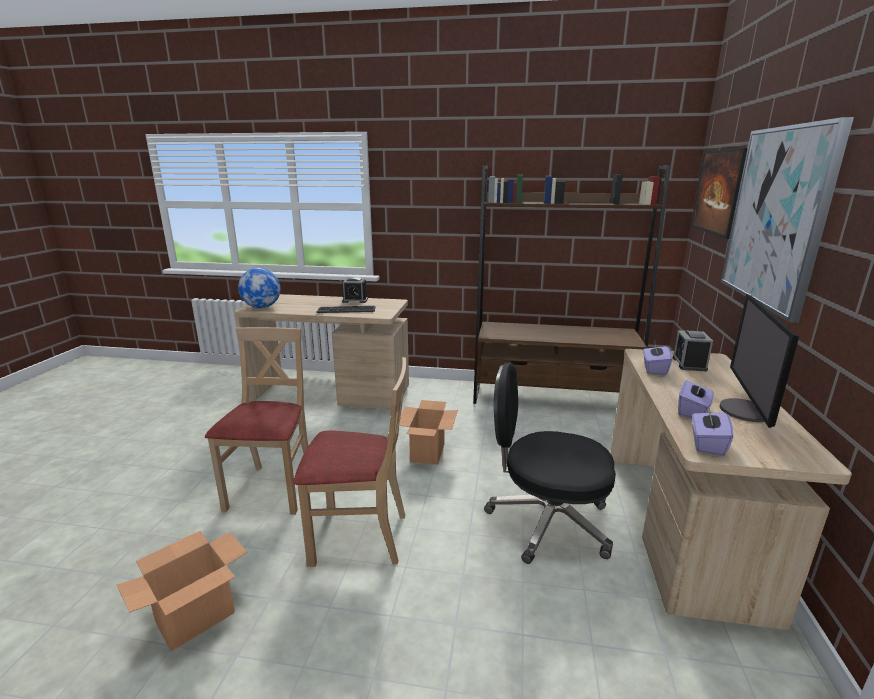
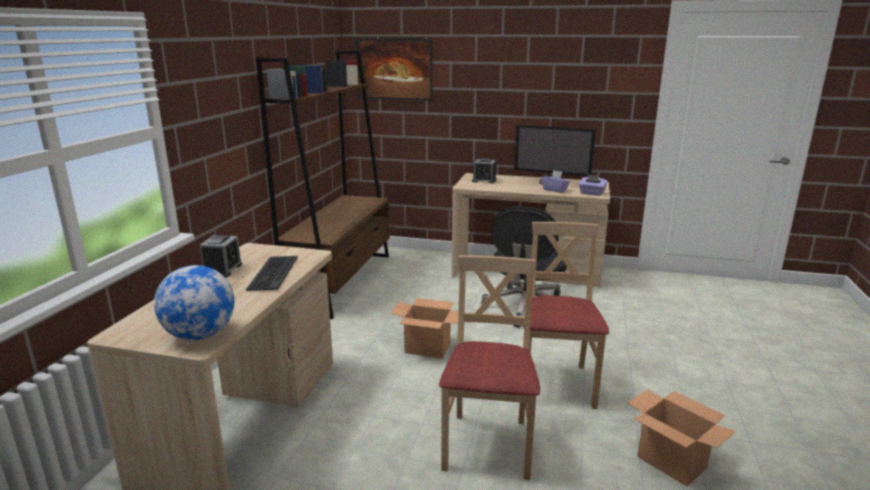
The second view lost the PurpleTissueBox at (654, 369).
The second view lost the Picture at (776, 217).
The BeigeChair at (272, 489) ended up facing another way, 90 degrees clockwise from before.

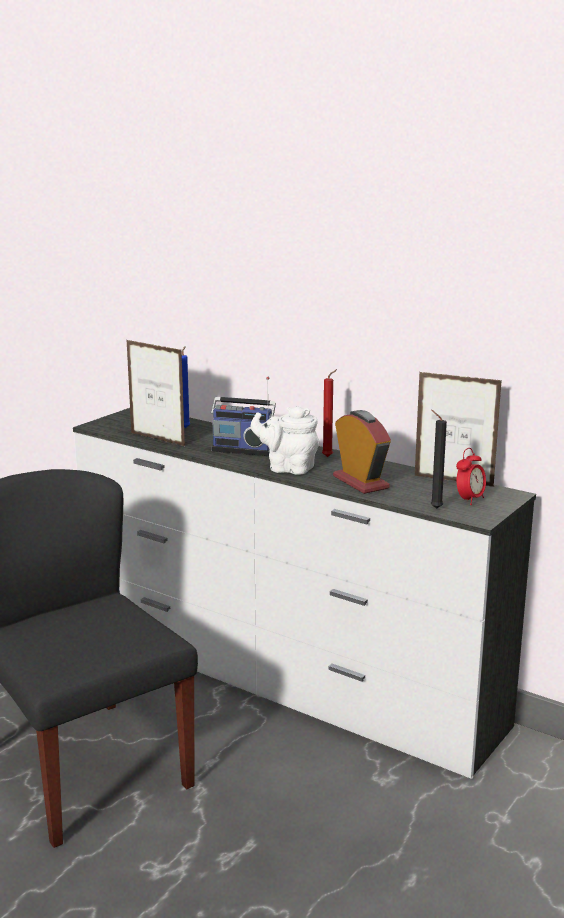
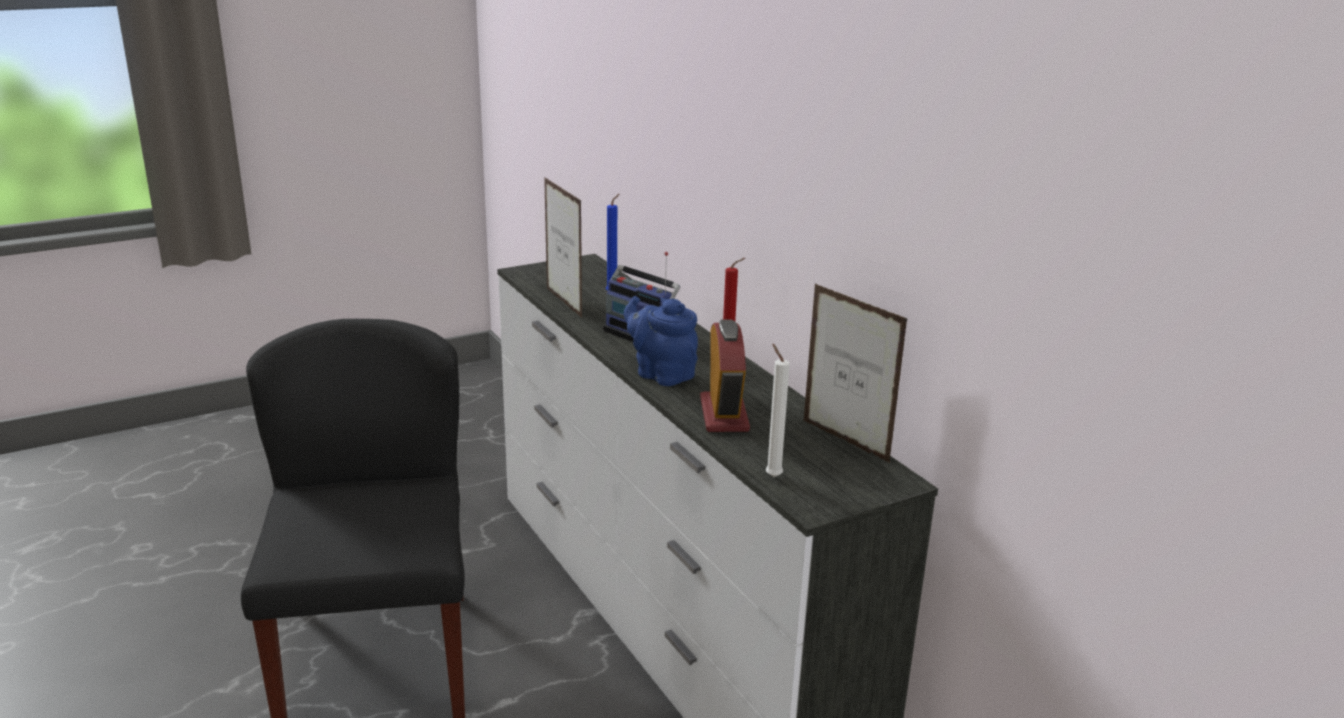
The second view lost the AlarmClock at (469, 500).
What was the WhiteTeapot at (288, 468) turned into the BlueTeapot at (661, 373).
What was the BlackCandle at (434, 508) turned into the WhiteCandle at (772, 475).

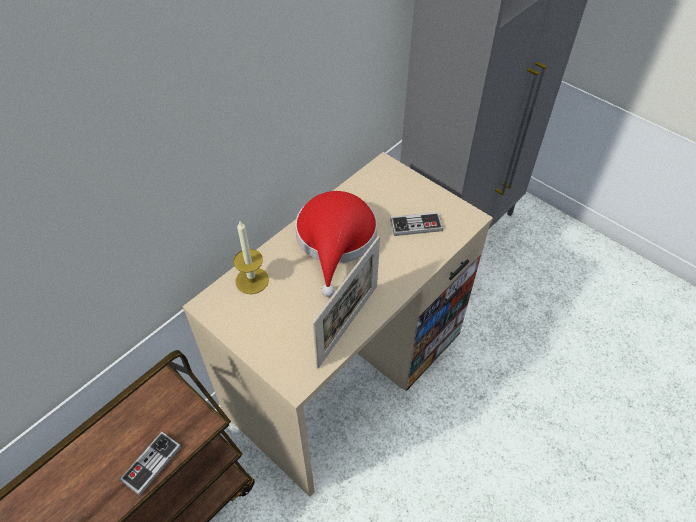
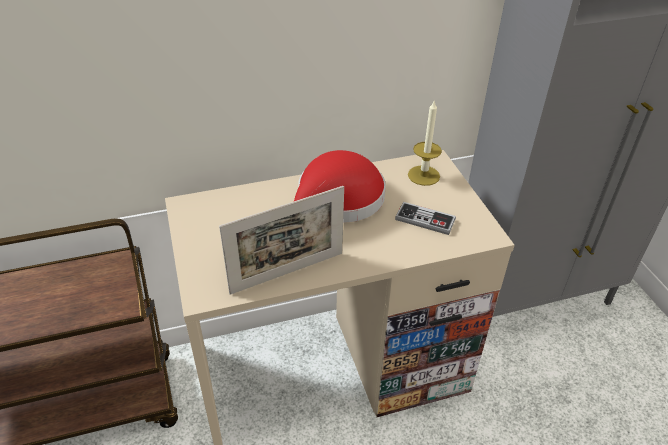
The second view lost the GameController at (151, 463).
The Candle ended up elsewhere, having gone from (252, 280) to (423, 175).

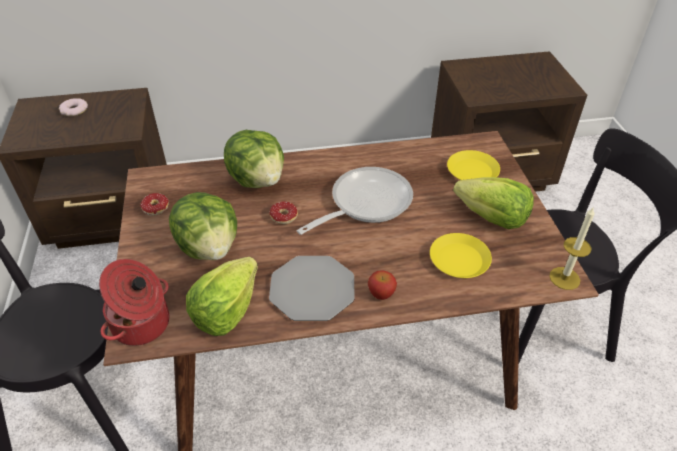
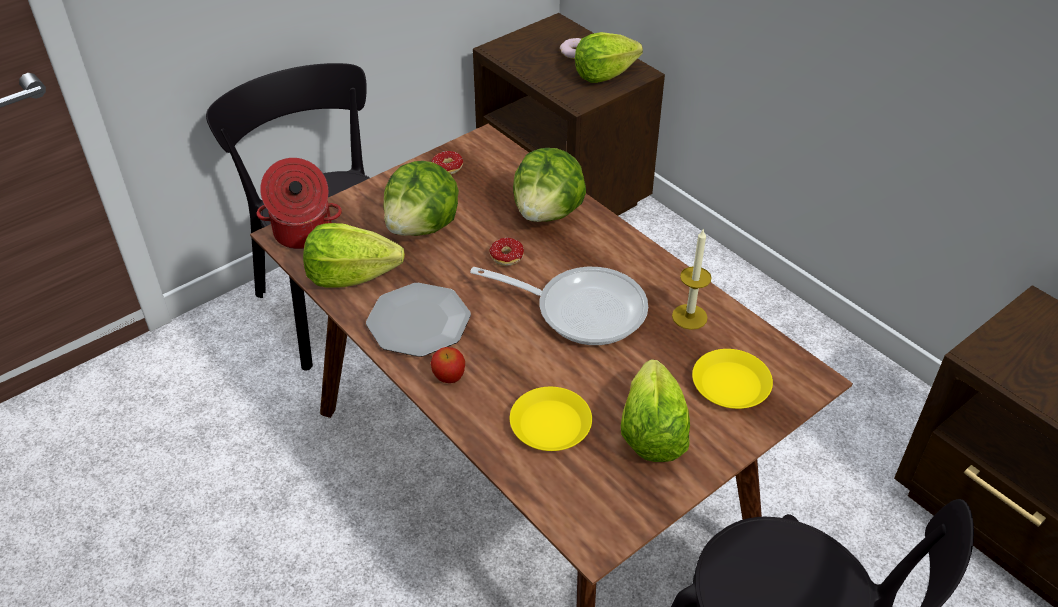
The second view gained the Lettuce at (604, 75).
The Candle ended up elsewhere, having gone from (564, 278) to (689, 317).

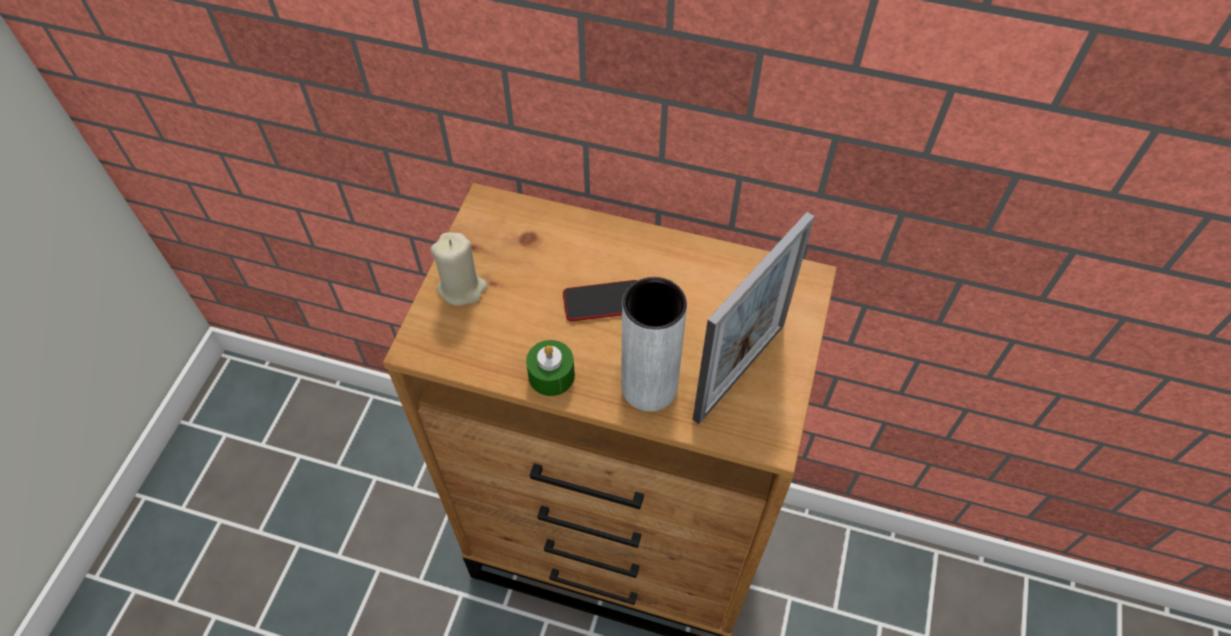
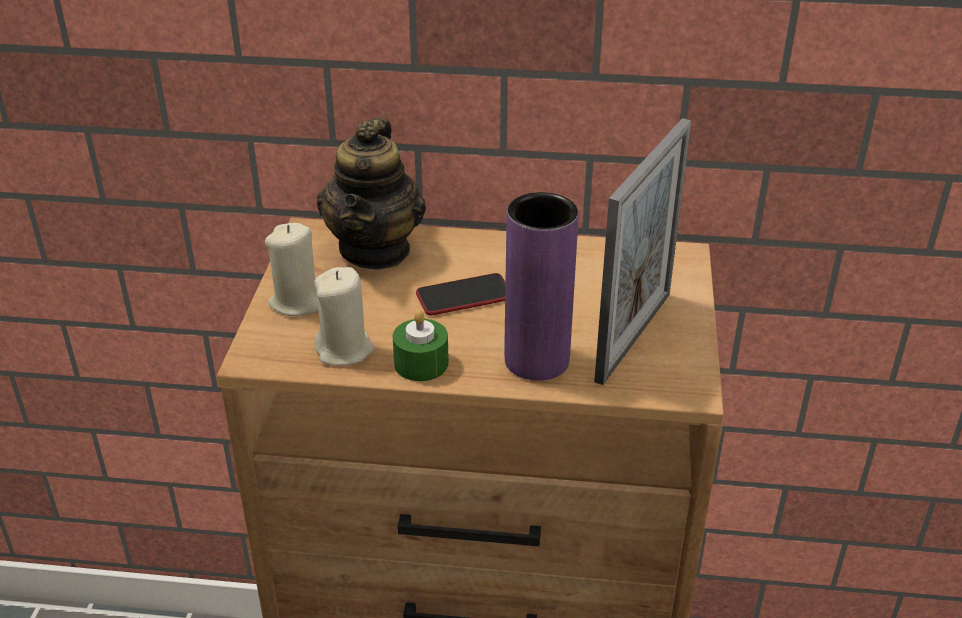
The second view gained the BeigeCandle at (345, 349).
The second view gained the Teapot at (375, 249).
What was the GreyVase at (649, 387) turned into the PurpleVase at (536, 360).

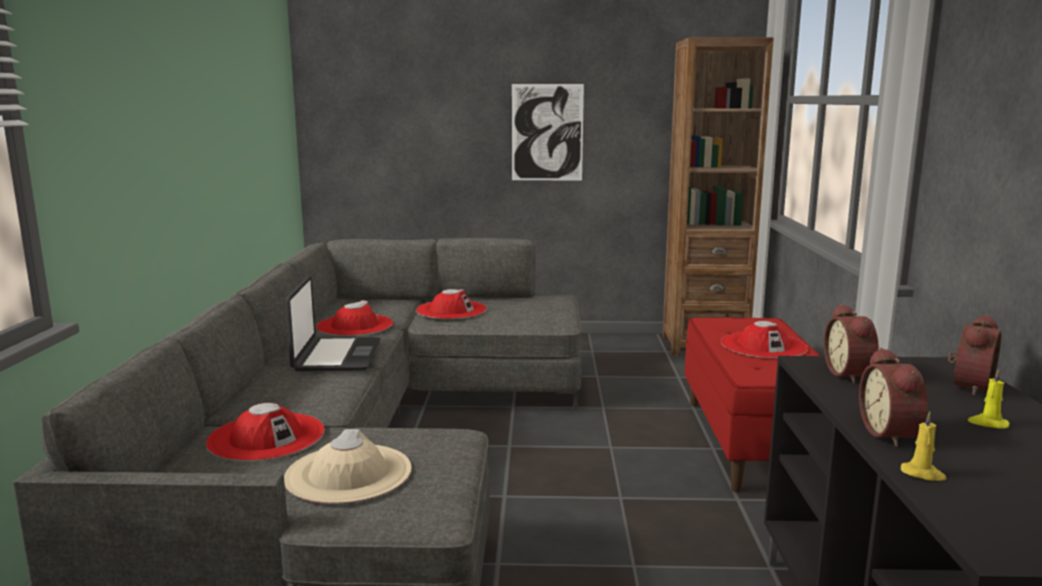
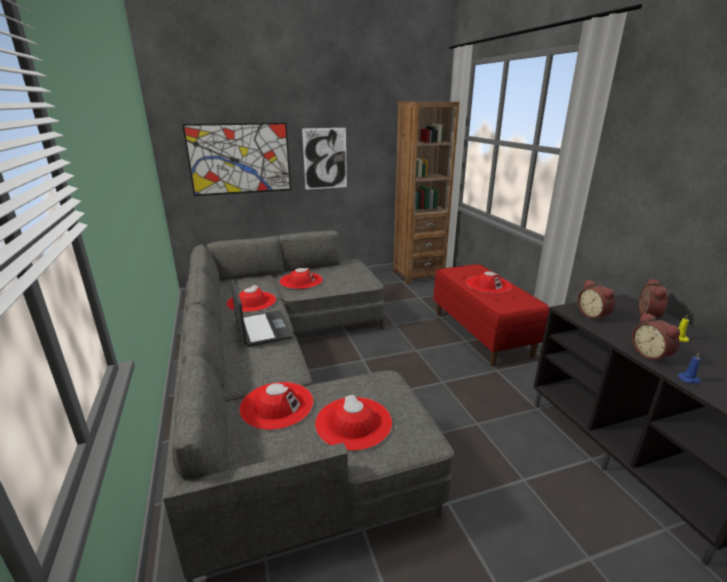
The second view gained the Picture at (240, 159).
What was the BeigeHat at (348, 474) turned into the RedHat at (353, 422).
What was the YellowCandle at (923, 474) turned into the BlueCandle at (689, 379).

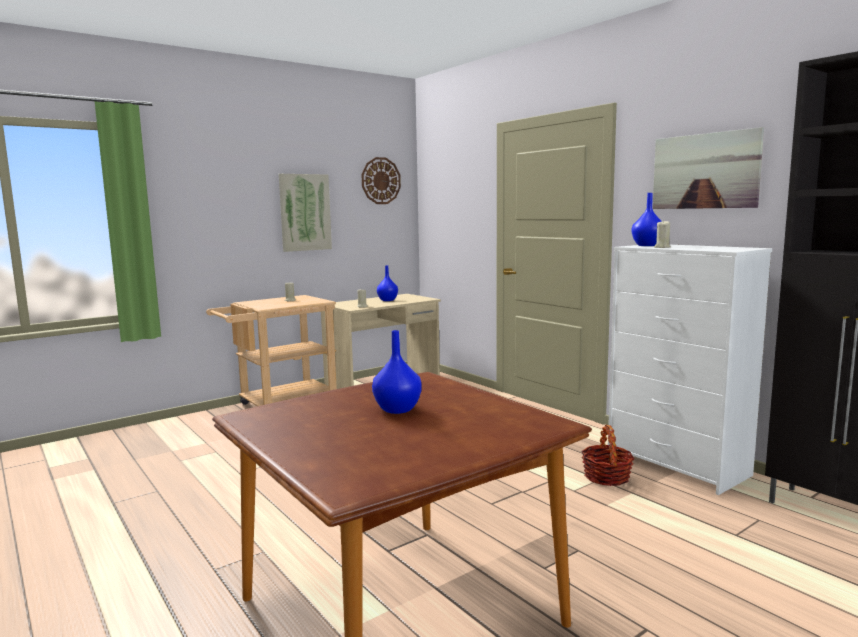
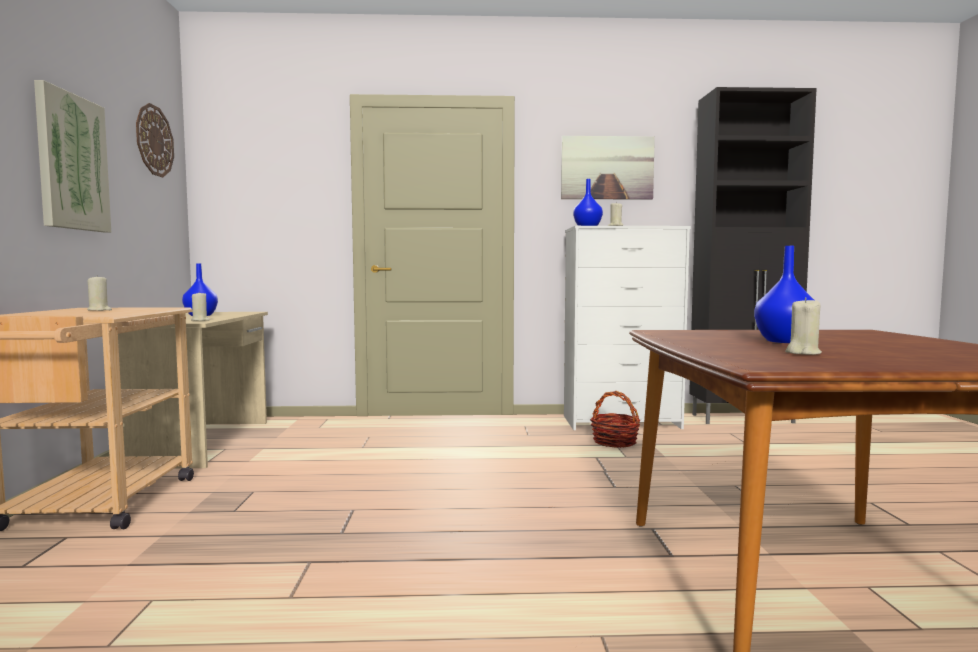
The second view gained the BeigeCandle at (803, 353).

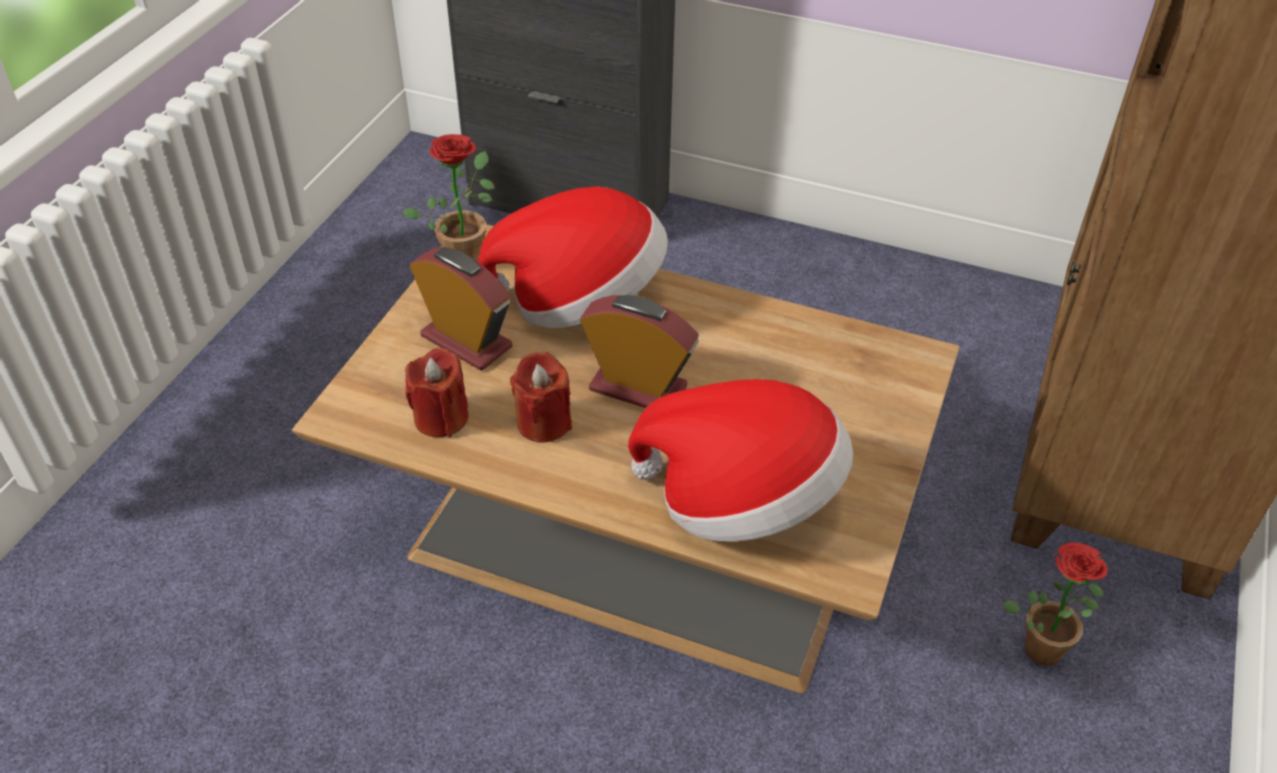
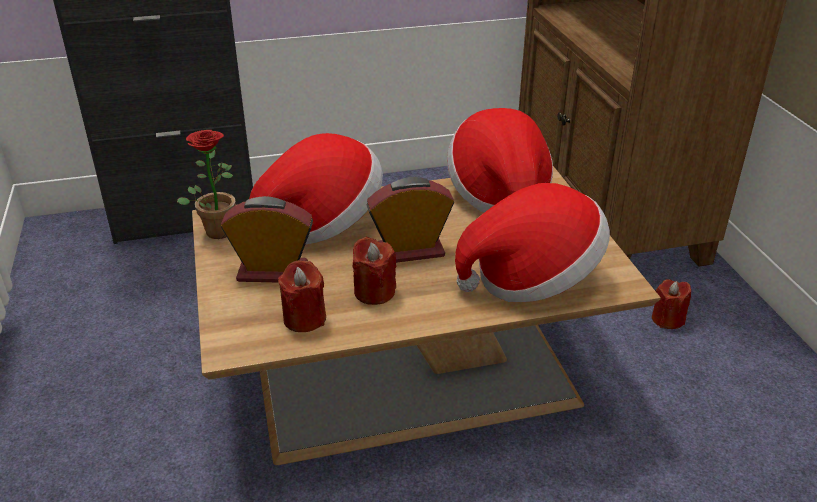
The second view gained the Hat at (499, 194).
Where the PottedPlant stood at (1044, 643), the RedCandle came to stand at (667, 319).

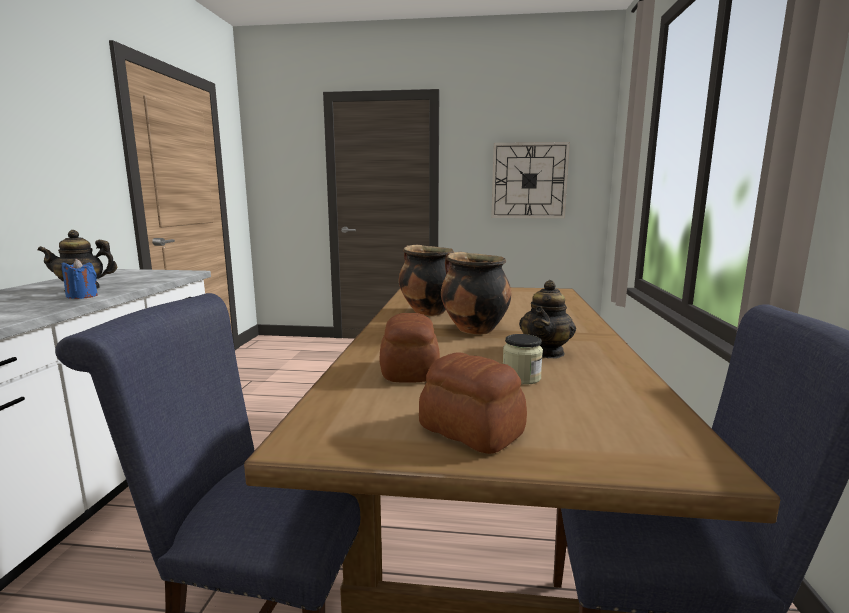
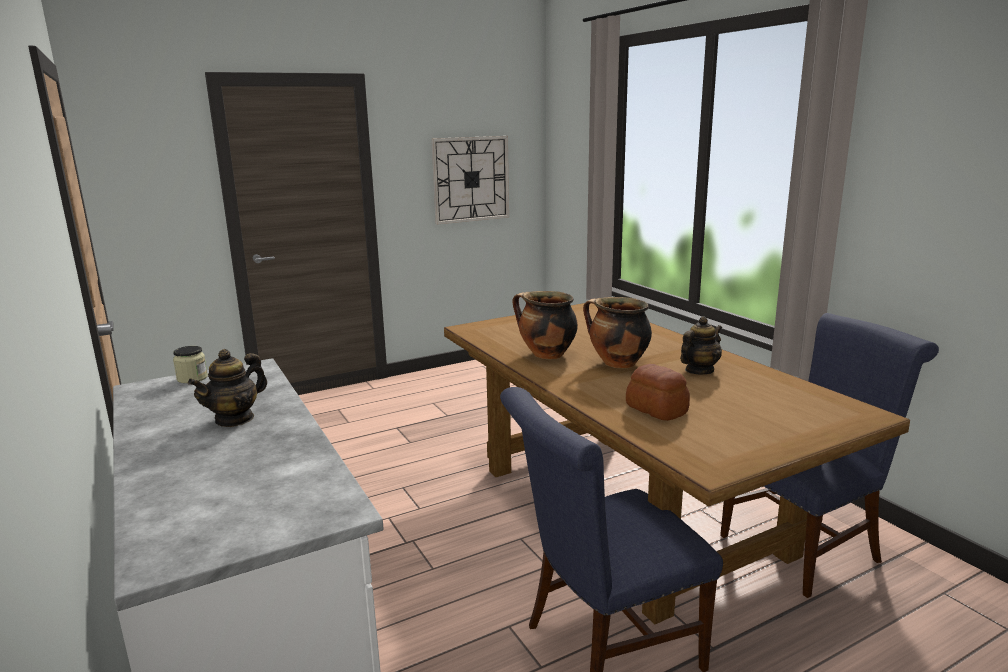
The second view lost the BlueCandle at (82, 296).
The second view lost the Bread at (471, 431).
The Jar ended up elsewhere, having gone from (521, 377) to (192, 378).
The Teapot at (546, 352) ended up facing another way, 120 degrees counterclockwise from before.

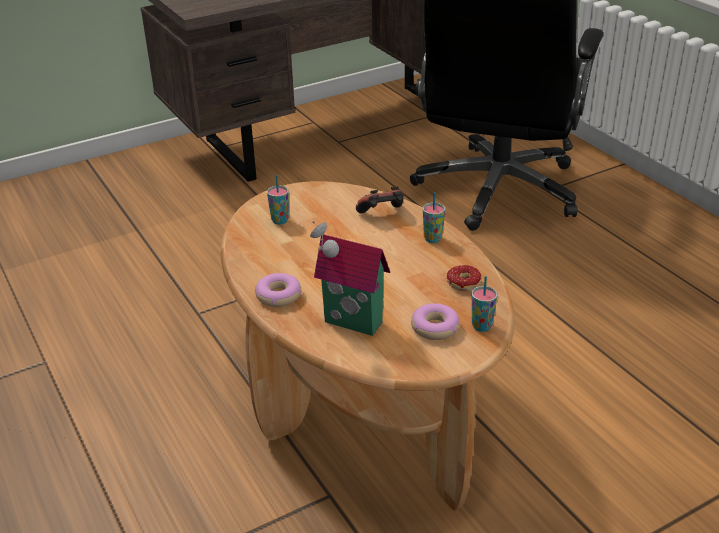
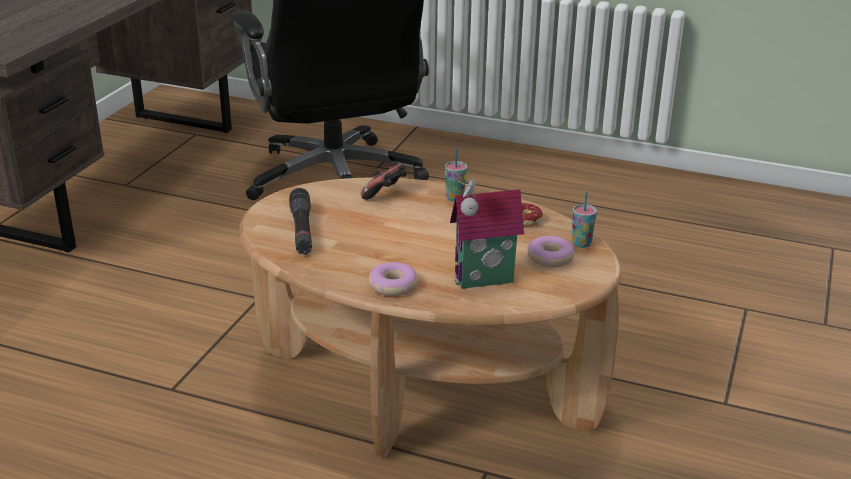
Where the Cup stood at (280, 220), the BlackFlashlight came to stand at (302, 230).

